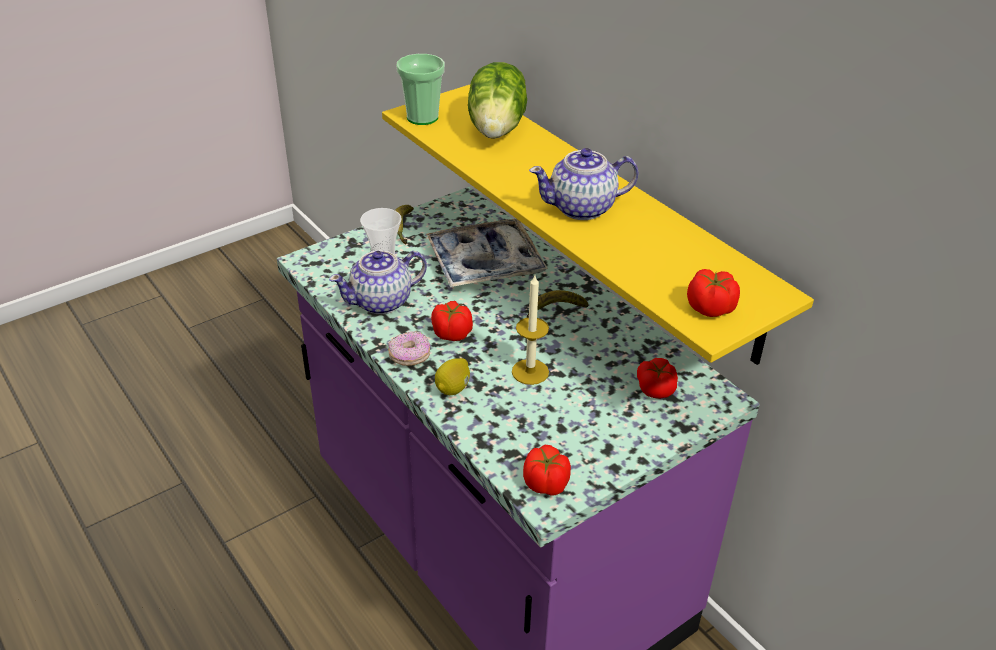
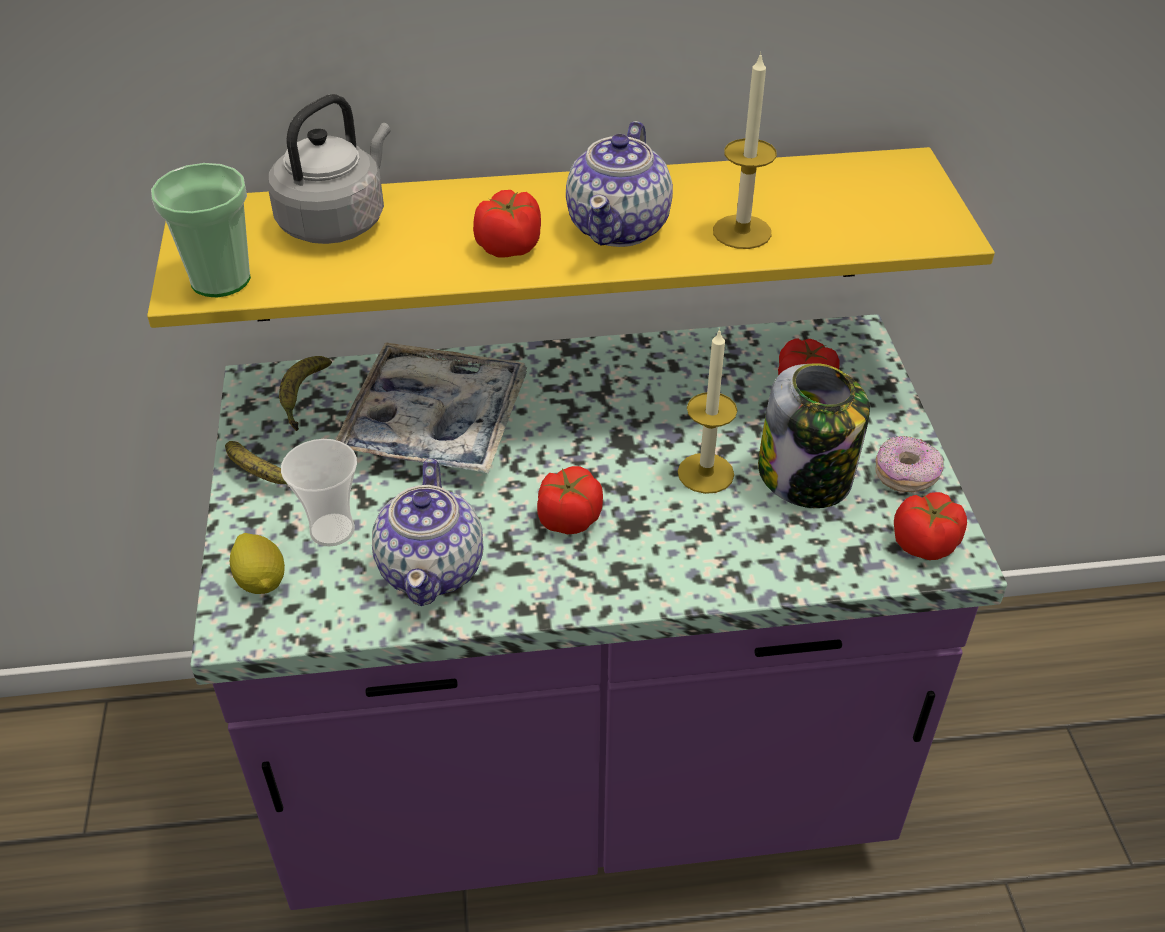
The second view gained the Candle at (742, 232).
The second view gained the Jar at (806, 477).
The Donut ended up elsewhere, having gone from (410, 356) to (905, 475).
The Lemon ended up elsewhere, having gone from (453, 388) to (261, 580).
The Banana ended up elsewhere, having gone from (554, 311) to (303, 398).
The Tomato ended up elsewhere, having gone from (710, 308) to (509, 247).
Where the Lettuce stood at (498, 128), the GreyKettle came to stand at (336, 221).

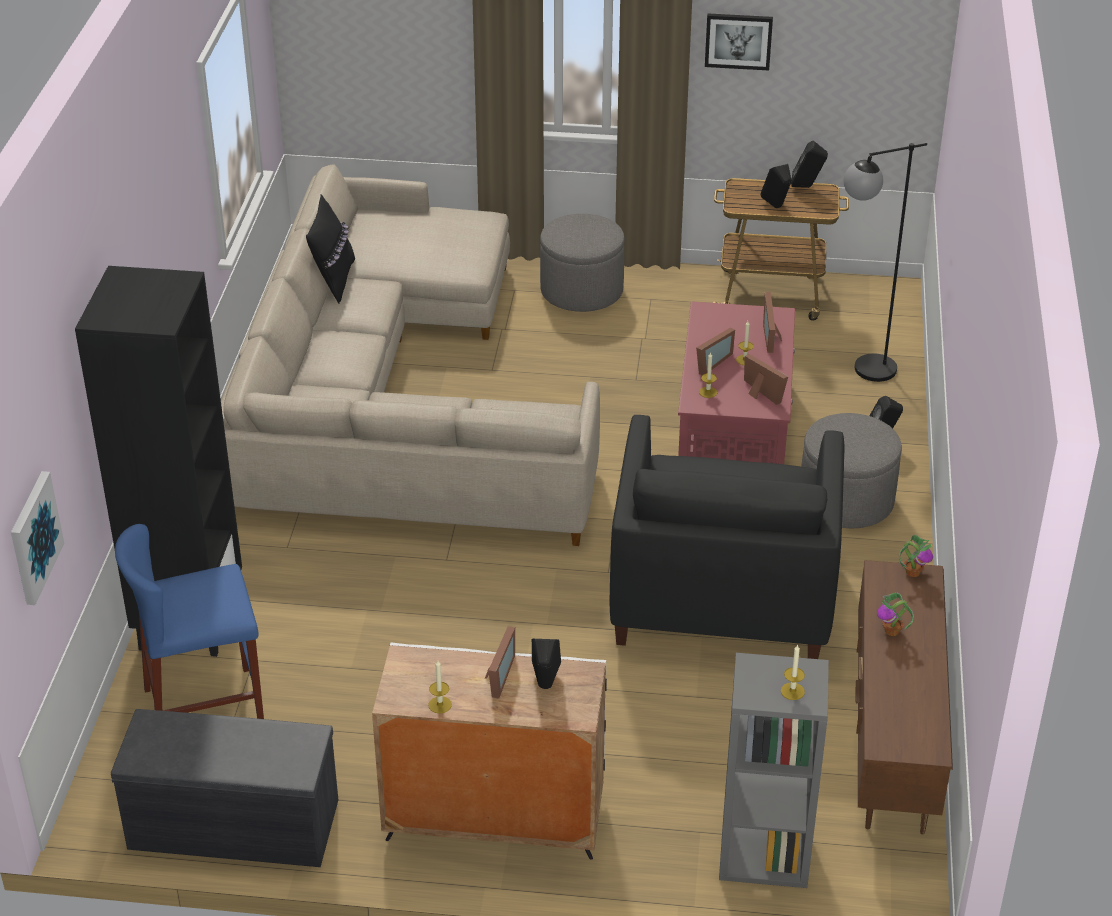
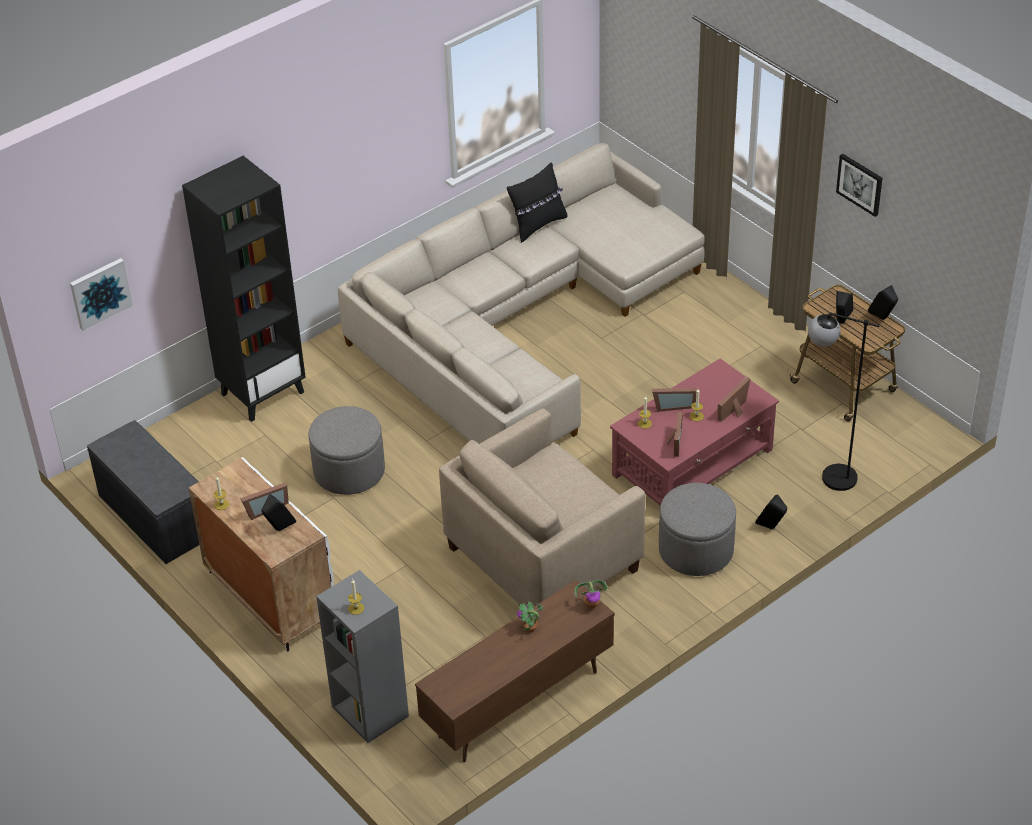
The second view lost the BlueStool at (204, 708).
The GreyOttoman ended up elsewhere, having gone from (581, 291) to (349, 471).
What was the BlackArmchair at (722, 595) turned into the BeigeArmchair at (543, 559).

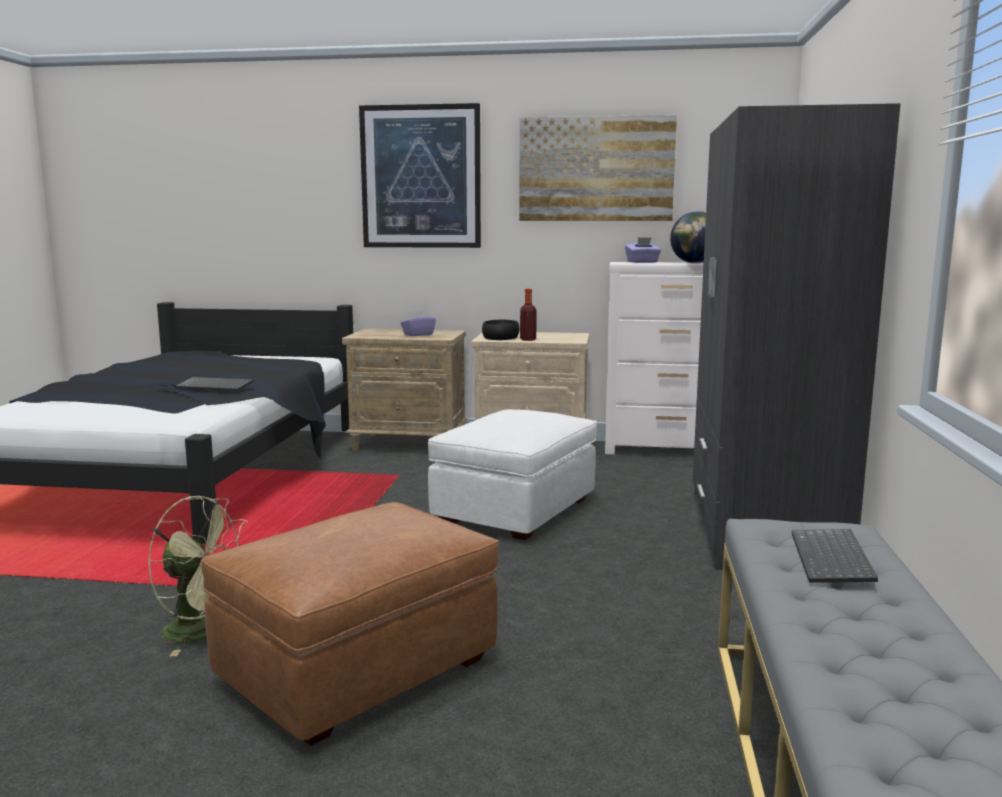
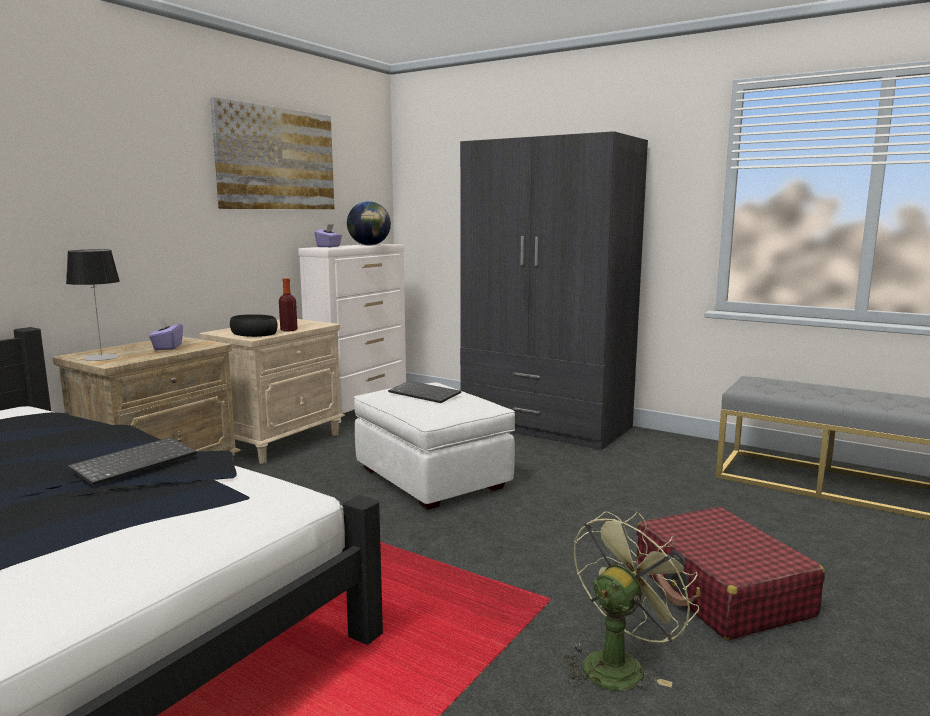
The second view lost the Picture at (420, 177).
The second view gained the TableLamp at (101, 357).
The Keyboard ended up elsewhere, having gone from (833, 559) to (426, 394).
Where the BrownOttoman stood at (358, 671), the RedSuitcase came to stand at (721, 591).

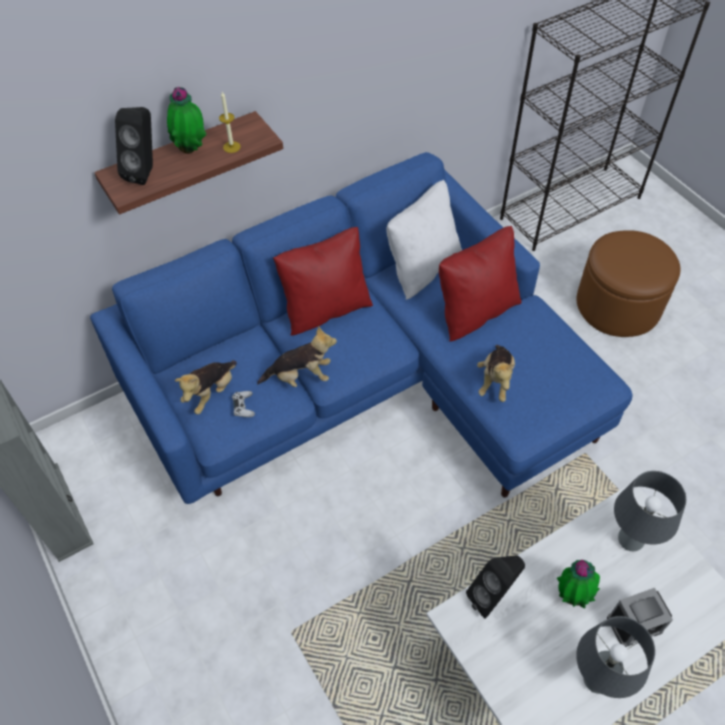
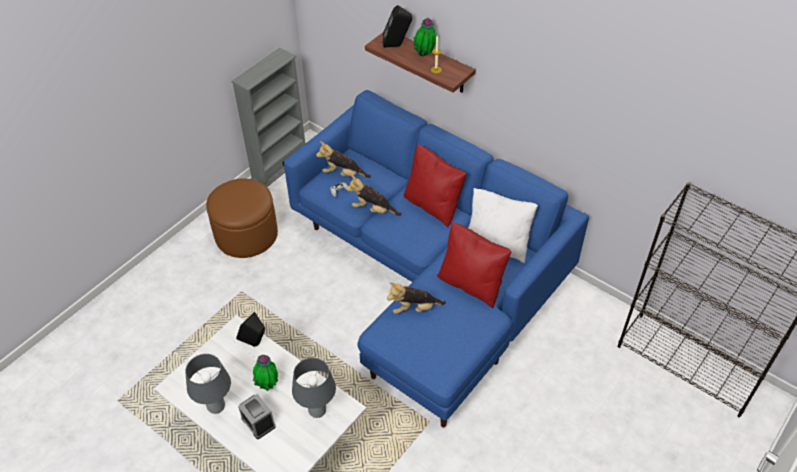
The BrownOttoman ended up elsewhere, having gone from (618, 305) to (246, 234).
The PlushToy at (300, 376) ended up facing another way, 135 degrees clockwise from before.

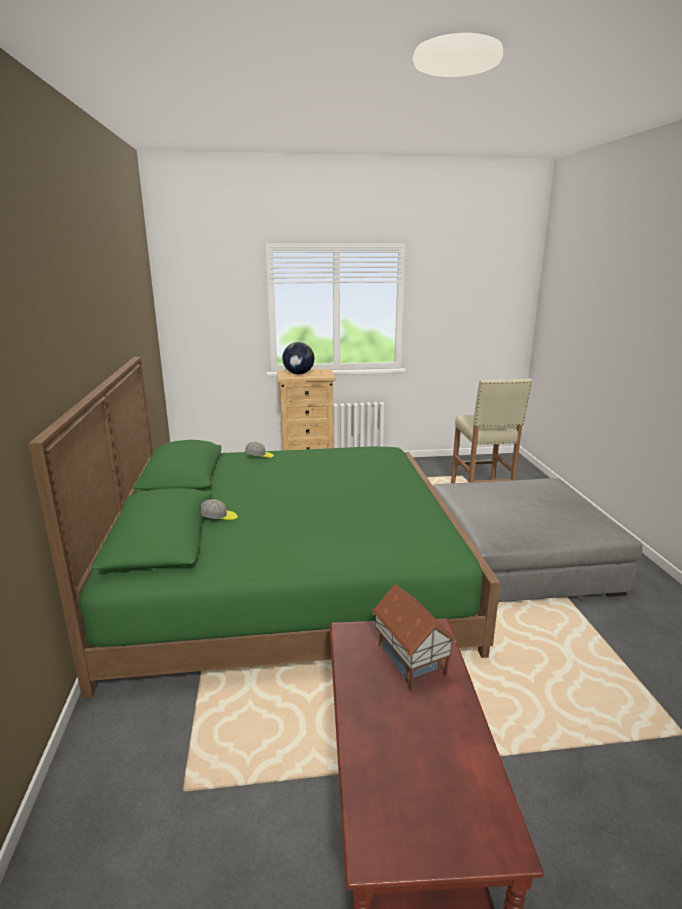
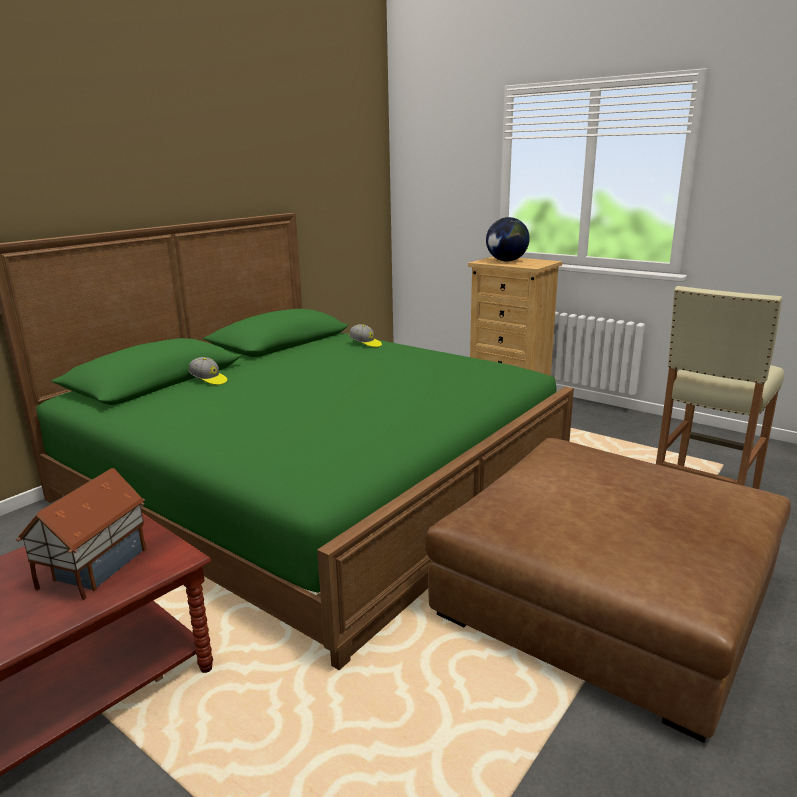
What was the GreyOttoman at (518, 559) turned into the BrownOttoman at (605, 596).

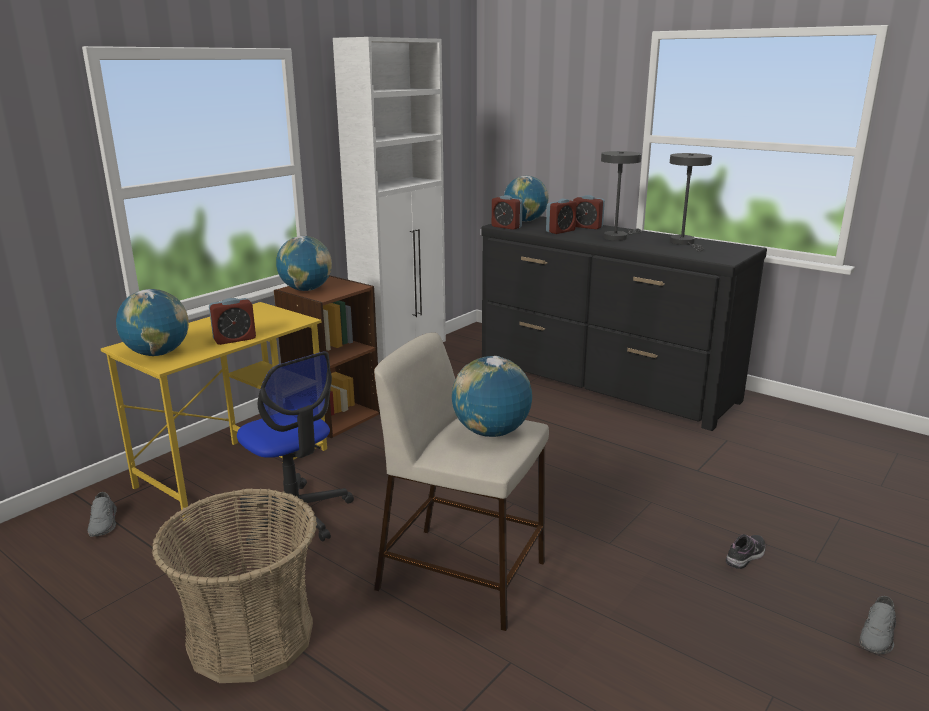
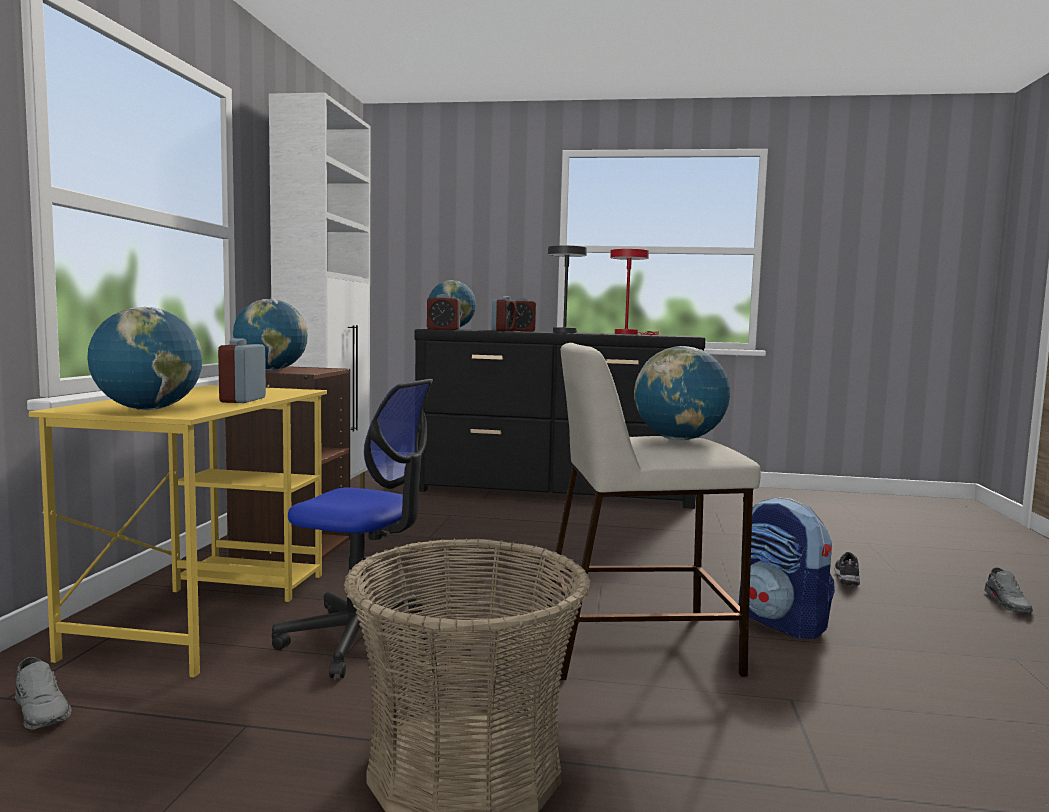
The second view gained the Backpack at (782, 622).
What was the GreyTableLamp at (684, 243) turned into the RedTableLamp at (630, 334).
The AlarmClock at (234, 339) ended up facing another way, 150 degrees clockwise from before.

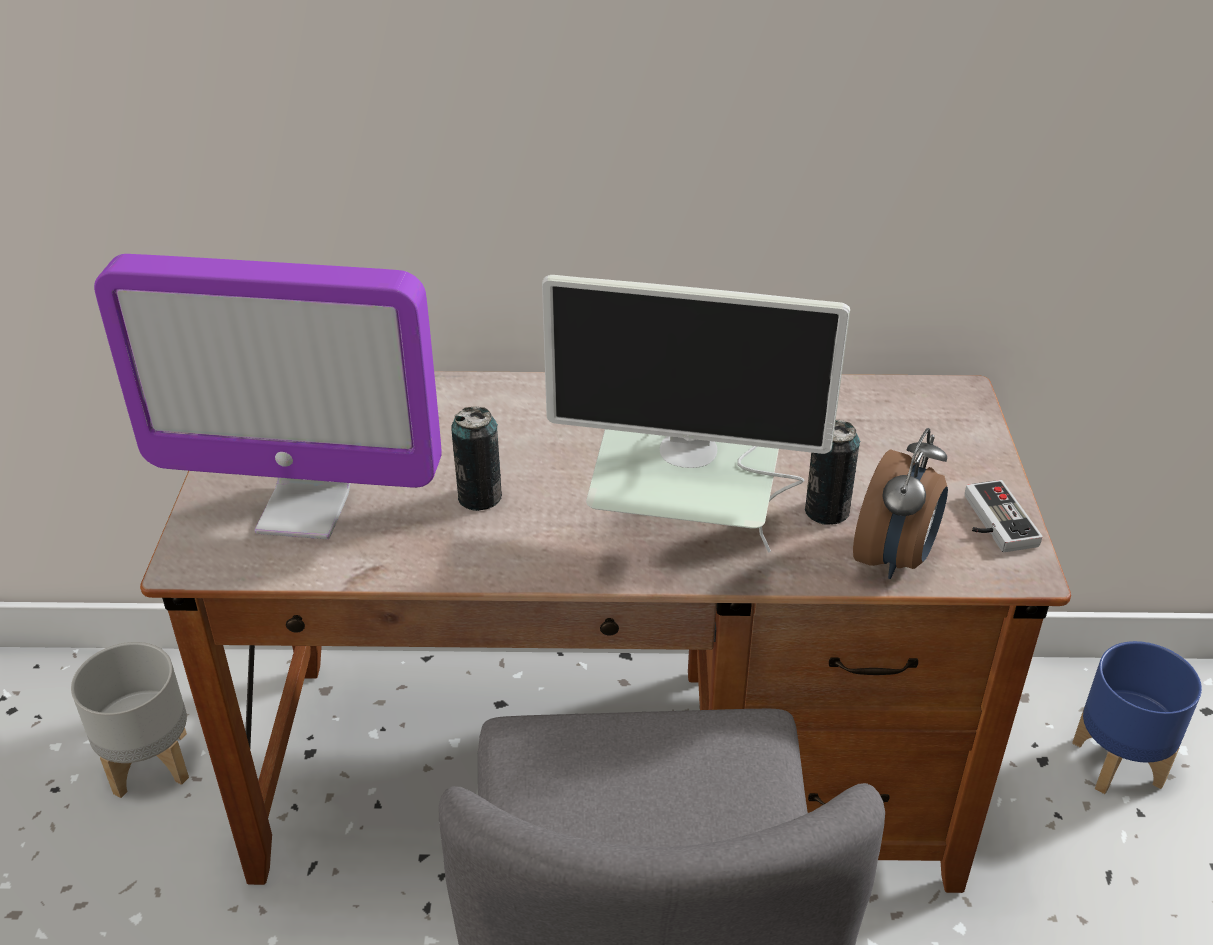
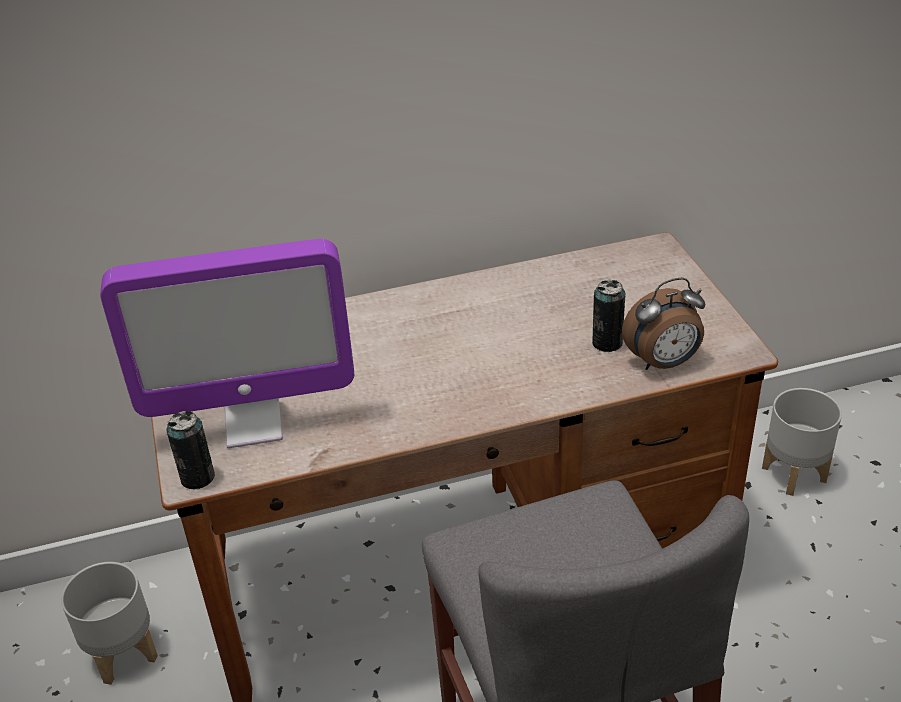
The second view lost the Monitor at (684, 541).
The second view lost the GameController at (991, 522).
The Can ended up elsewhere, having gone from (479, 497) to (197, 477).
What was the BluePlanter at (1116, 762) turned into the GreyPlanter at (793, 474).
The AlarmClock at (895, 558) ended up facing another way, 60 degrees clockwise from before.

